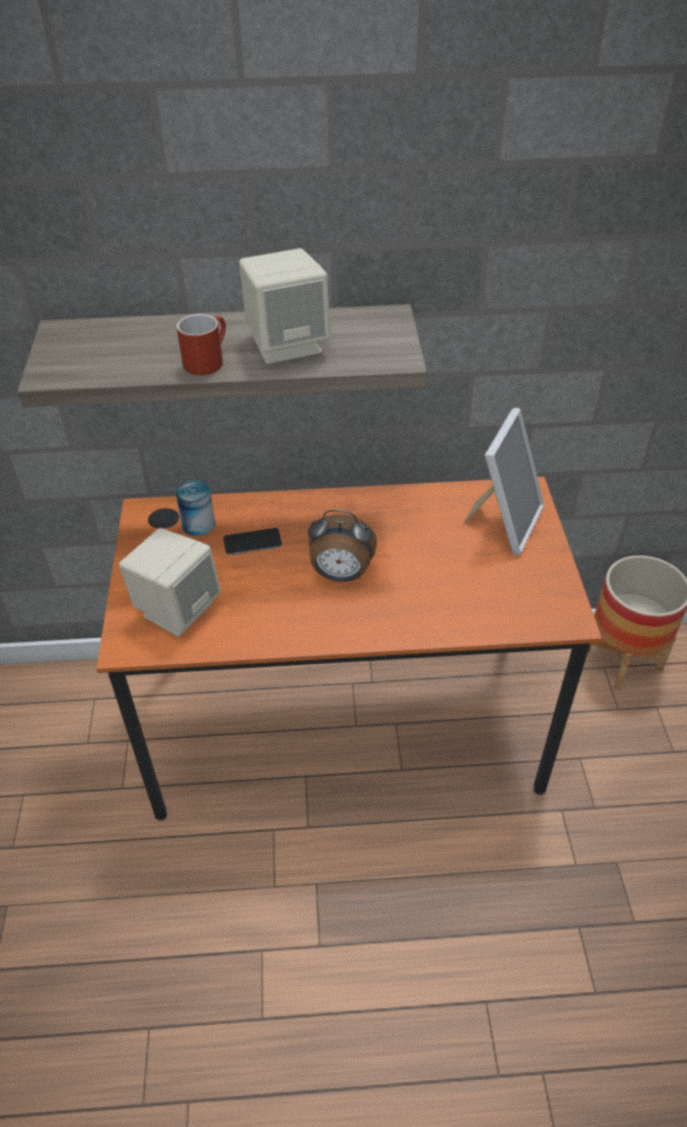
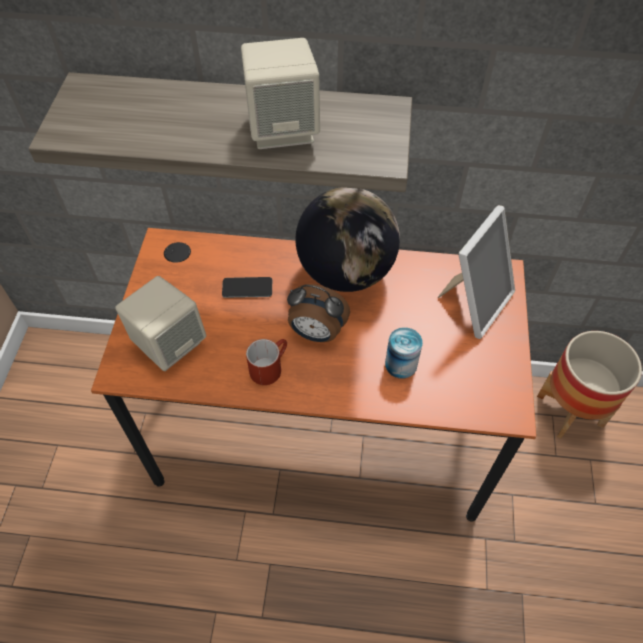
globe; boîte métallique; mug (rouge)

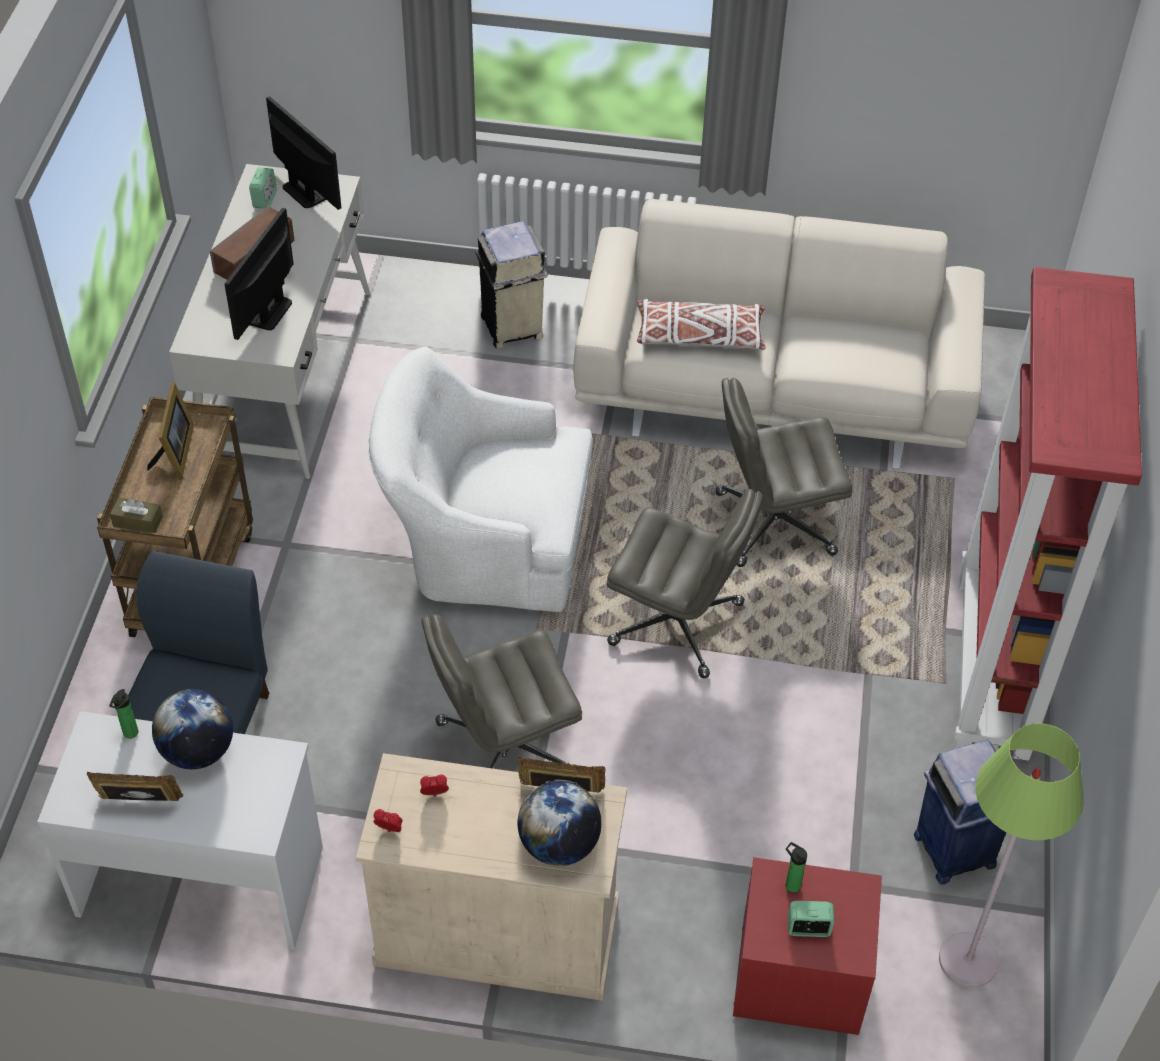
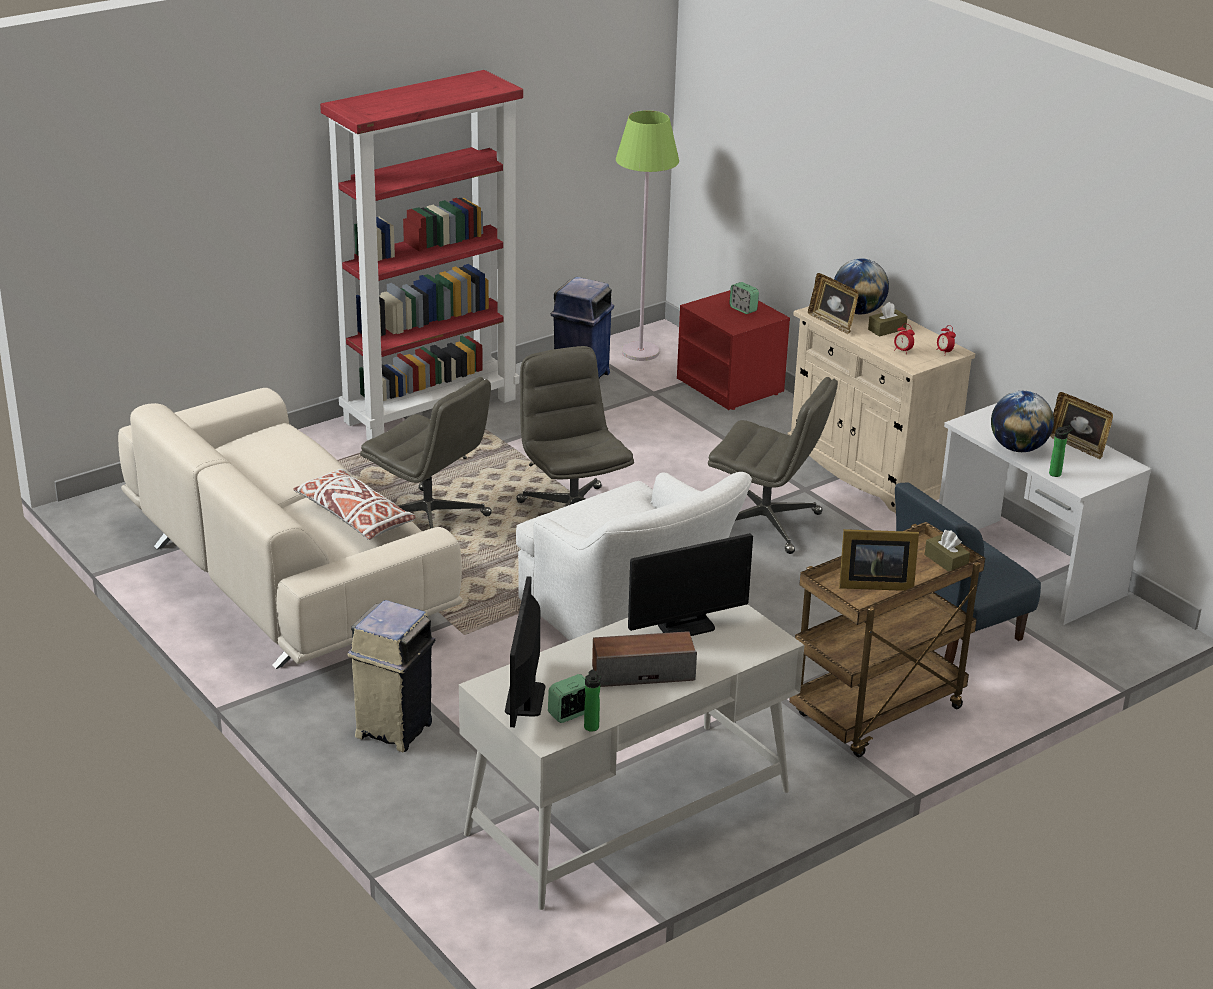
boîte à mouchoirs (marron) (no. 1 from left); bouteille (no. 1 from left); cadre photo (no. 2 from left)

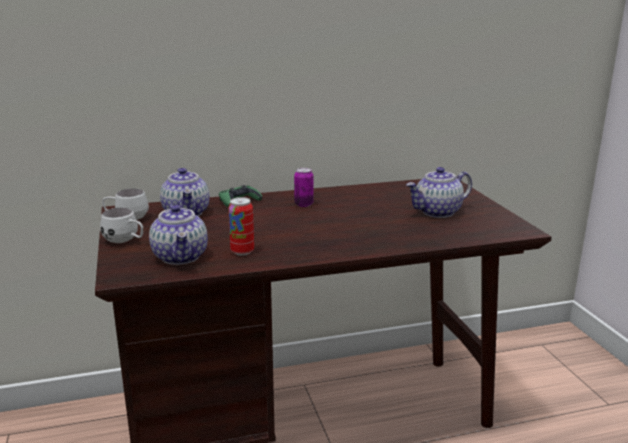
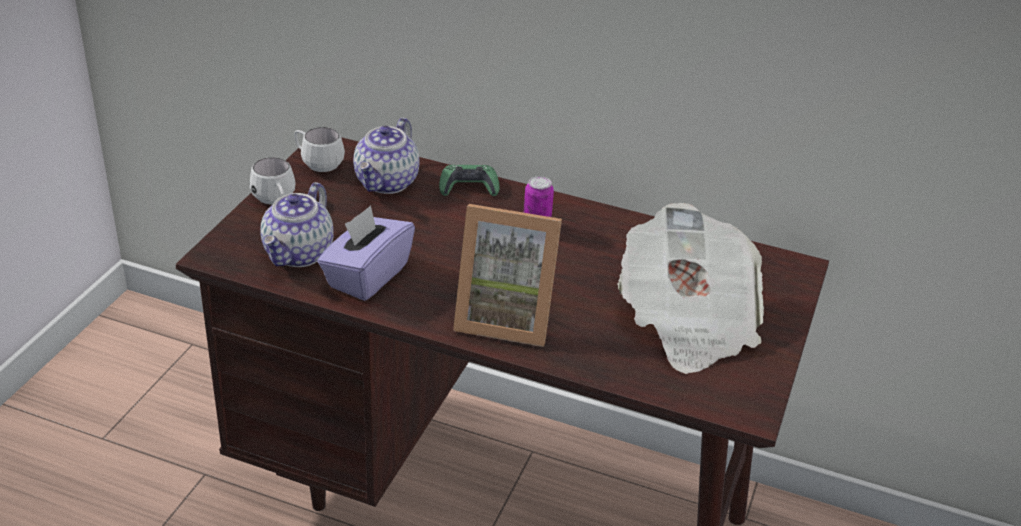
cadre photo; boîte à mouchoirs (violet); journal

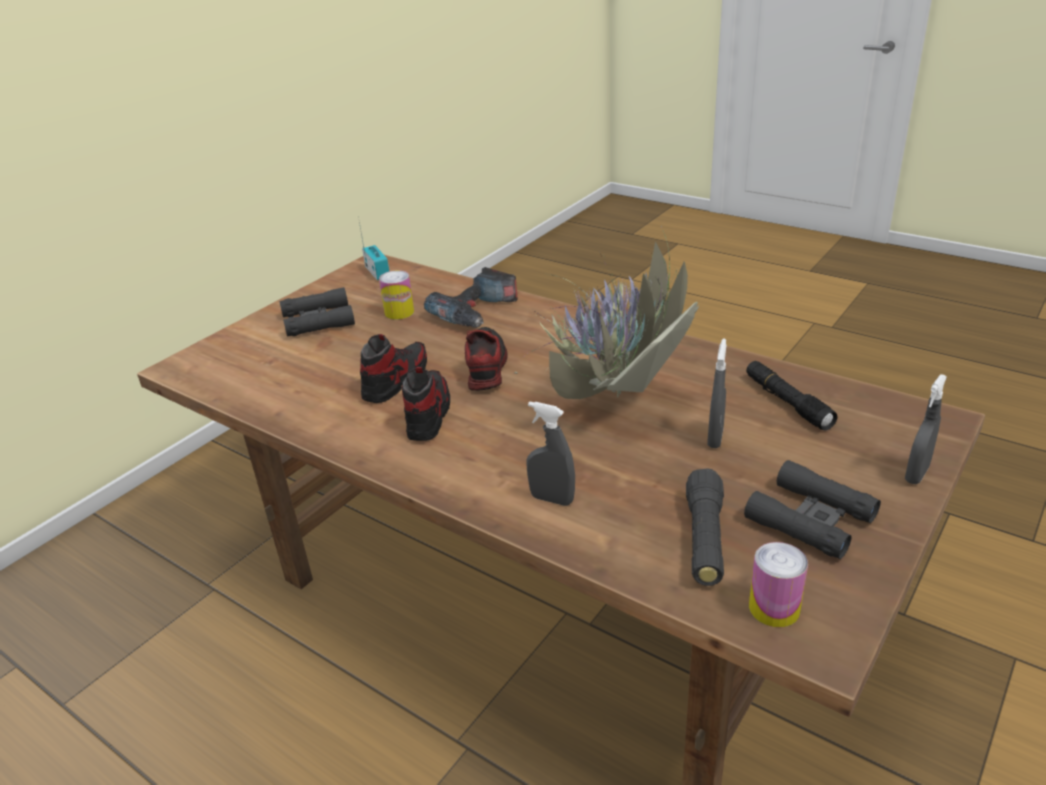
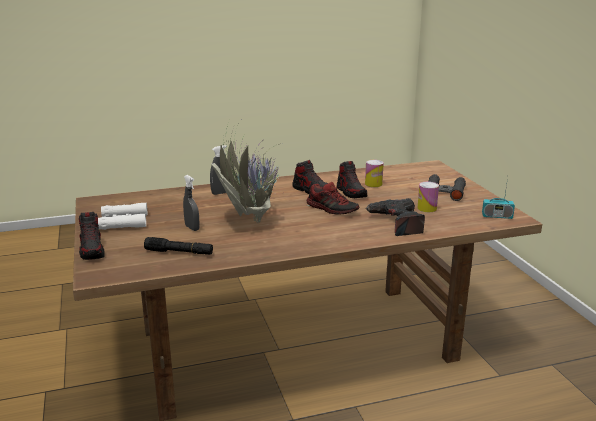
lampe de poche (noir) (no. 1 from left in the first image); boîte métallique (no. 1 from left); chaussure (no. 1 from left); jumelles (blanc)

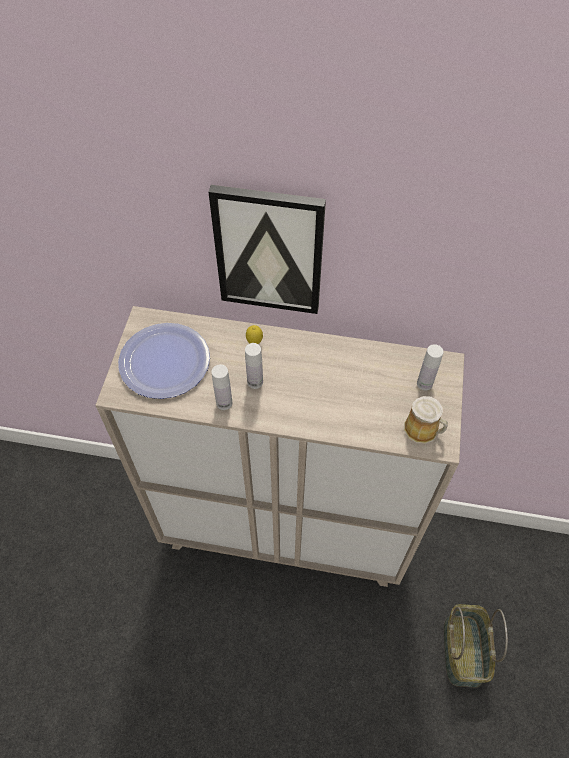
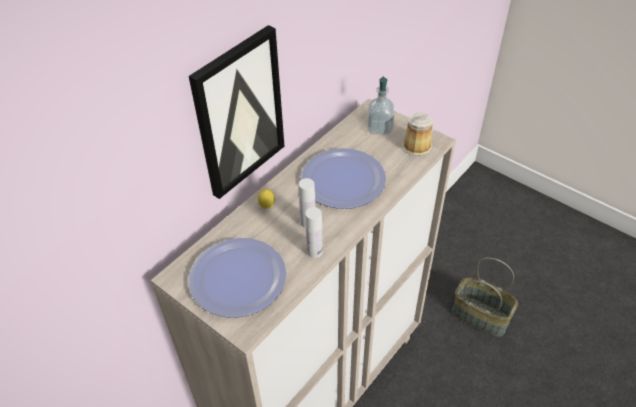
assiette (no. 2 from left); distributeur de savon

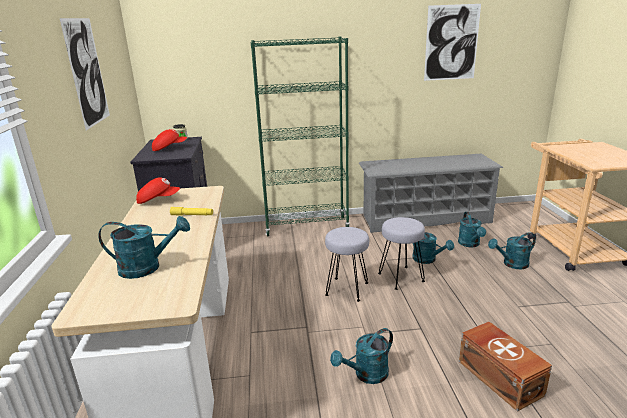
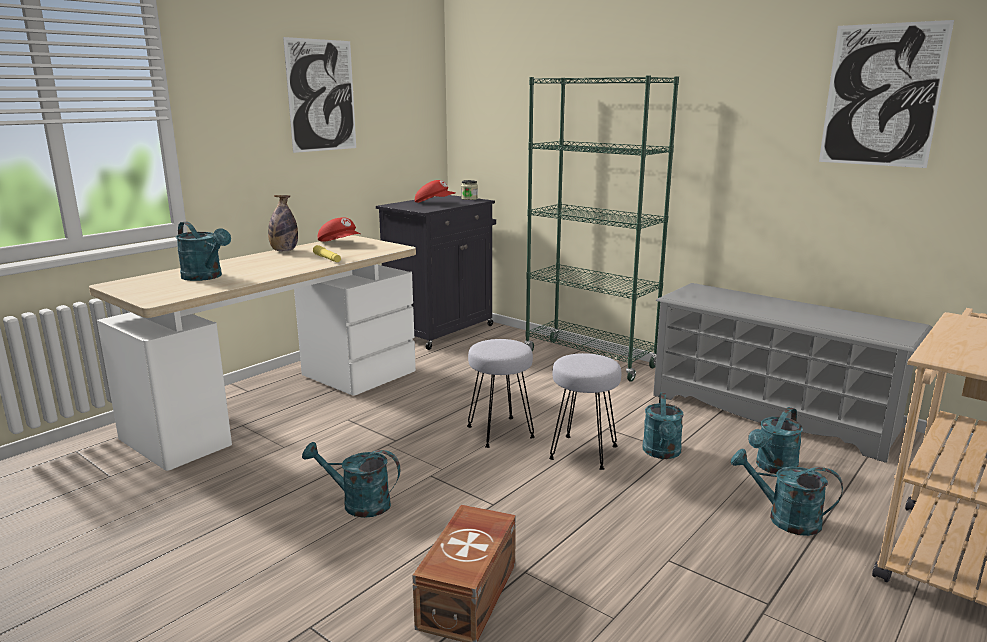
bouteille

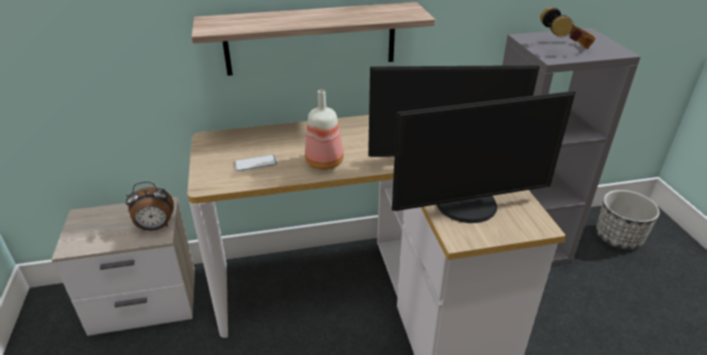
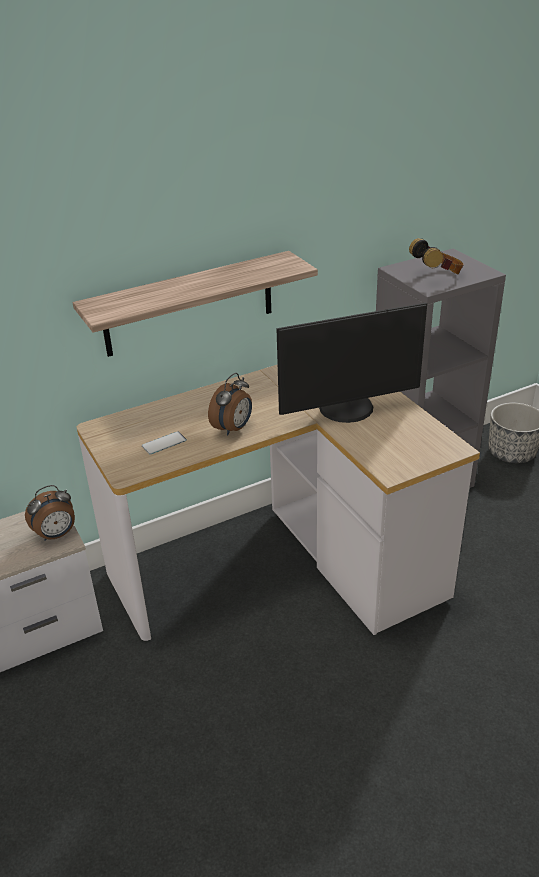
écran d'ordinateur (no. 2 from left in the first image); réveil (no. 2 from left)

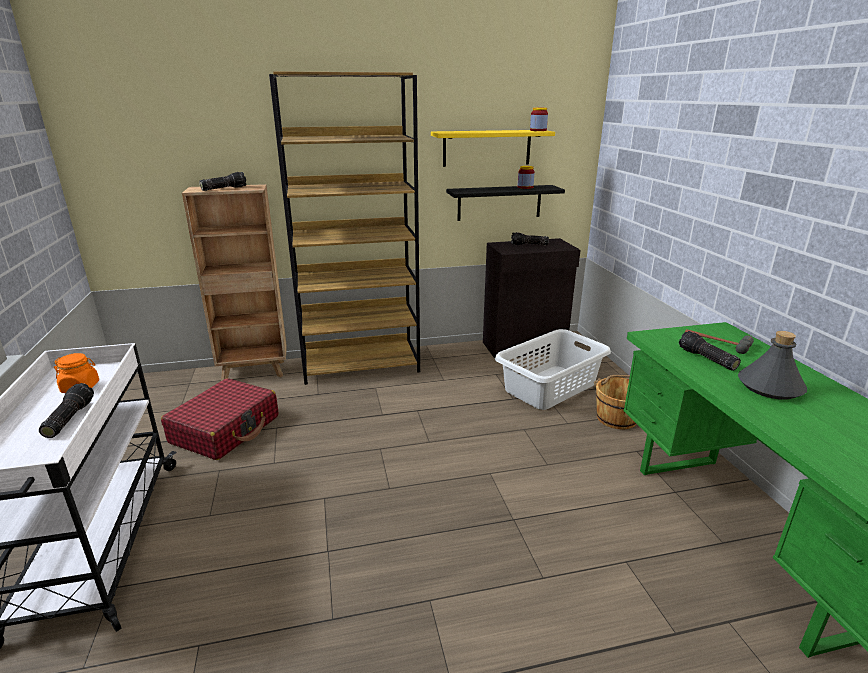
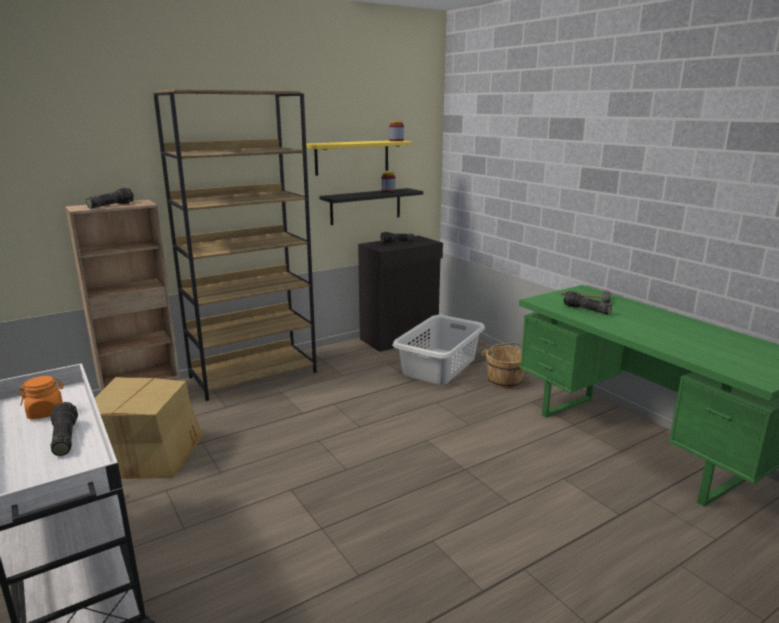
bouteille (gris); carton

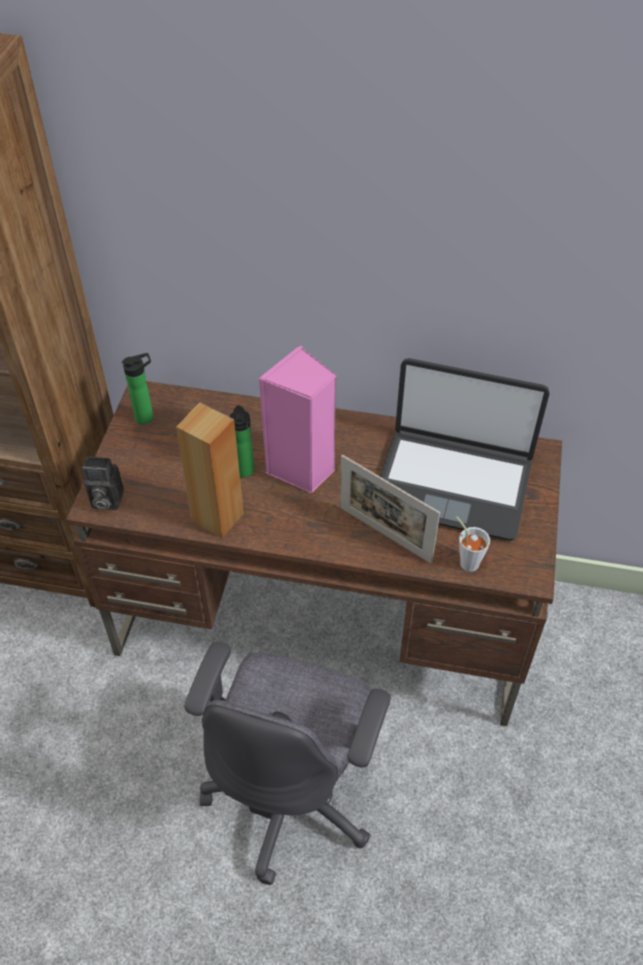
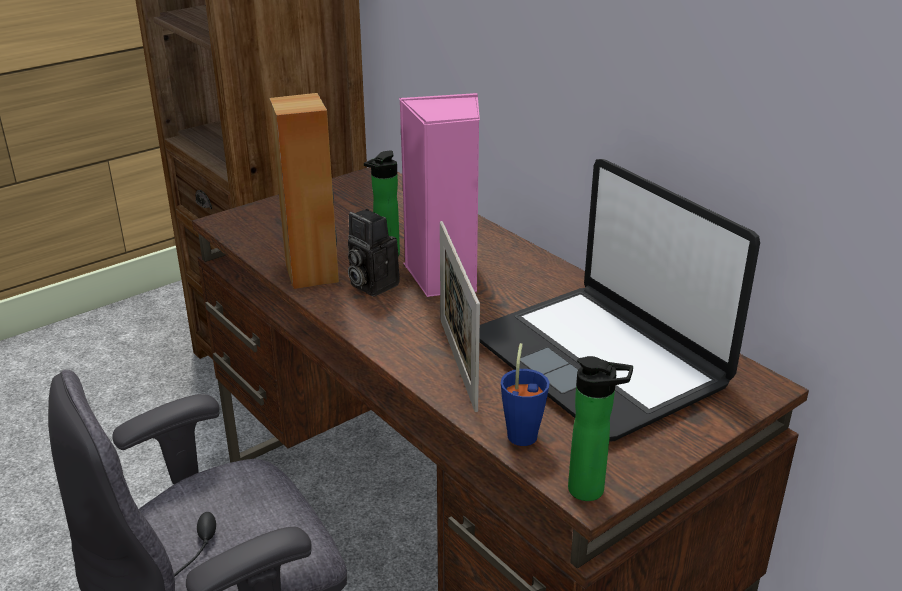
appareil photo; bouteille (no. 2 from left); tasse (bleu)

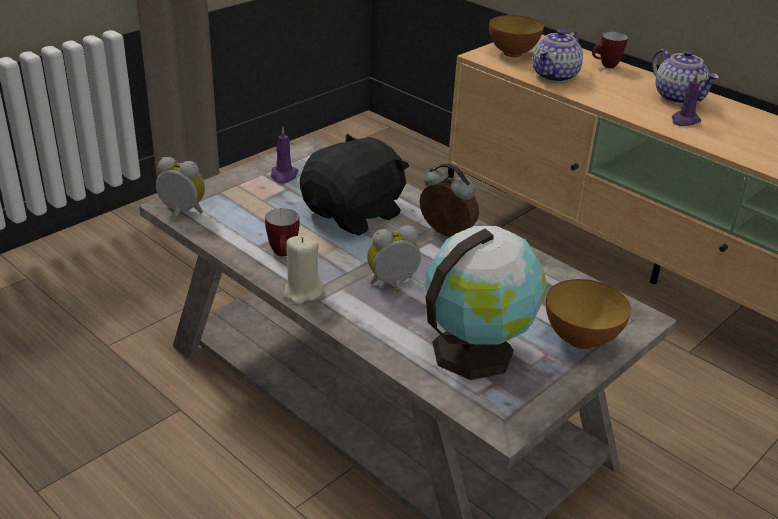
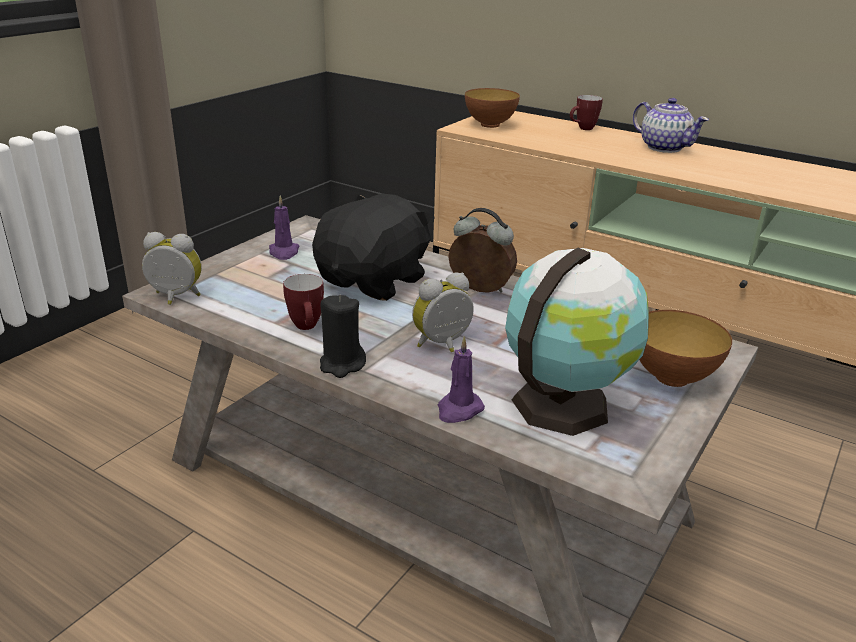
théière (no. 1 from left in the first image); bougie (violet) (no. 2 from left); bougie (noir)

